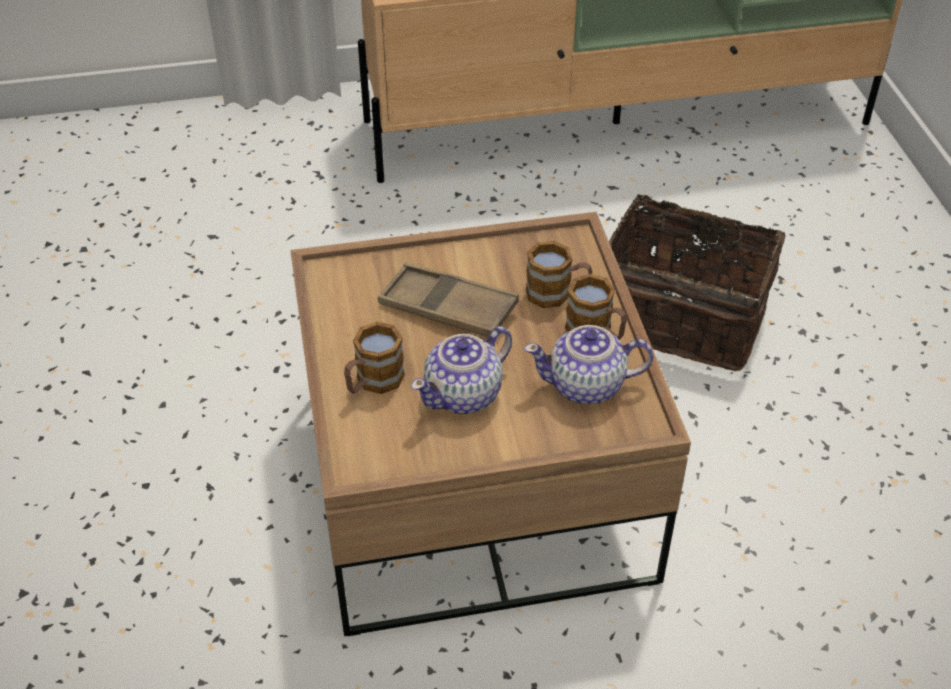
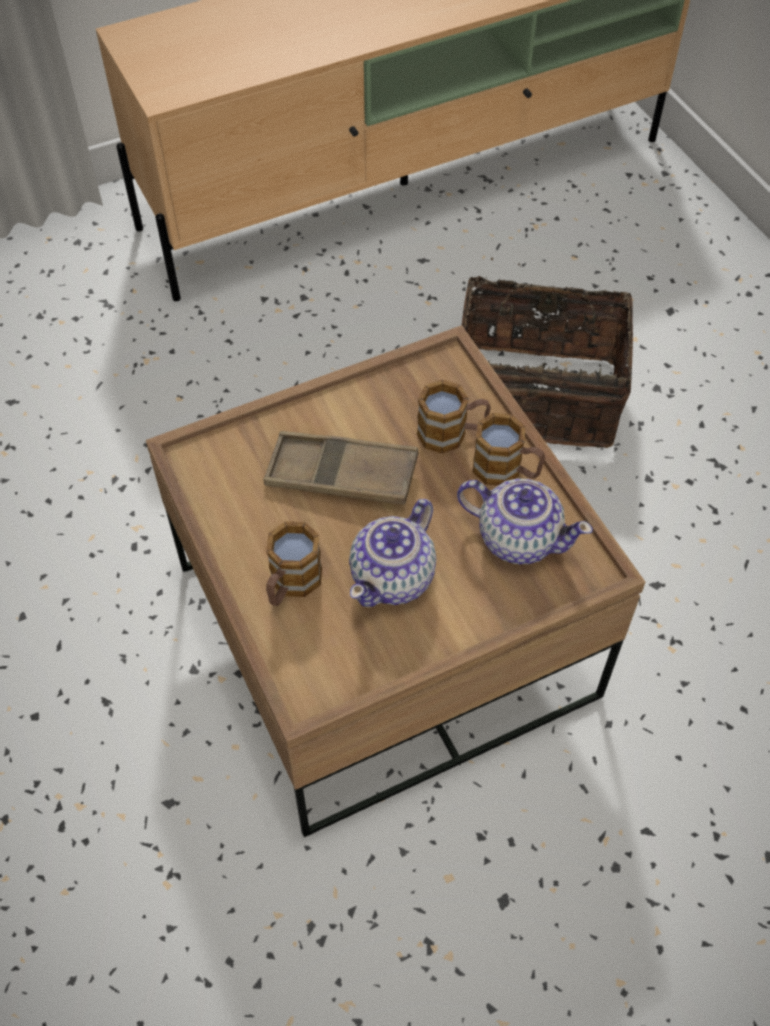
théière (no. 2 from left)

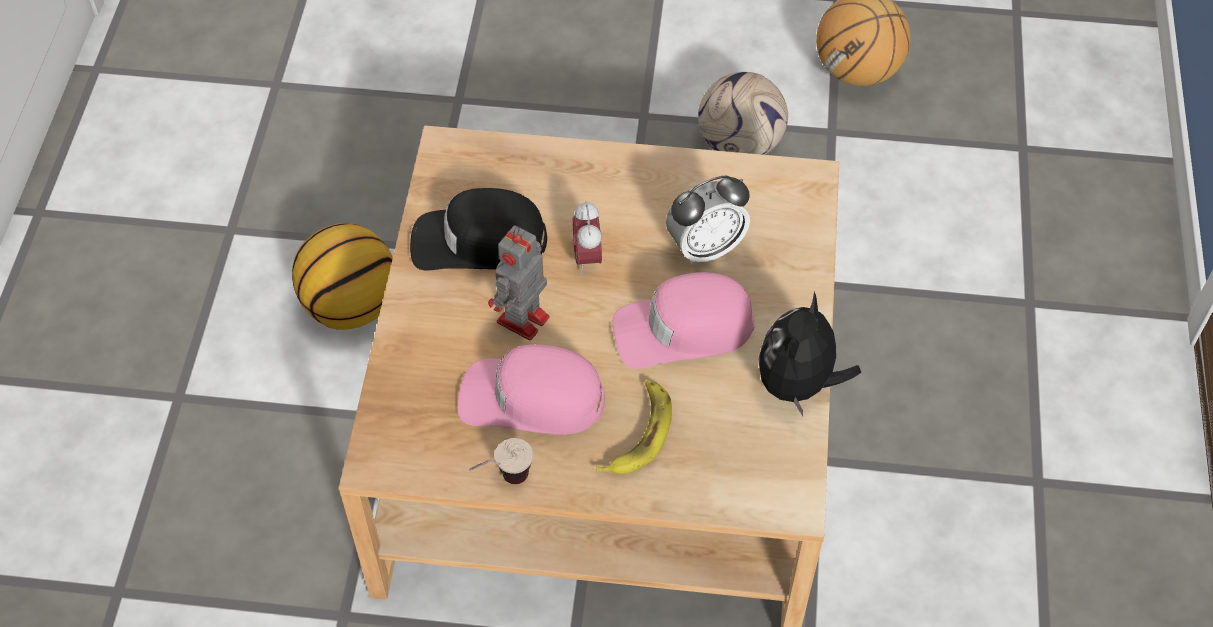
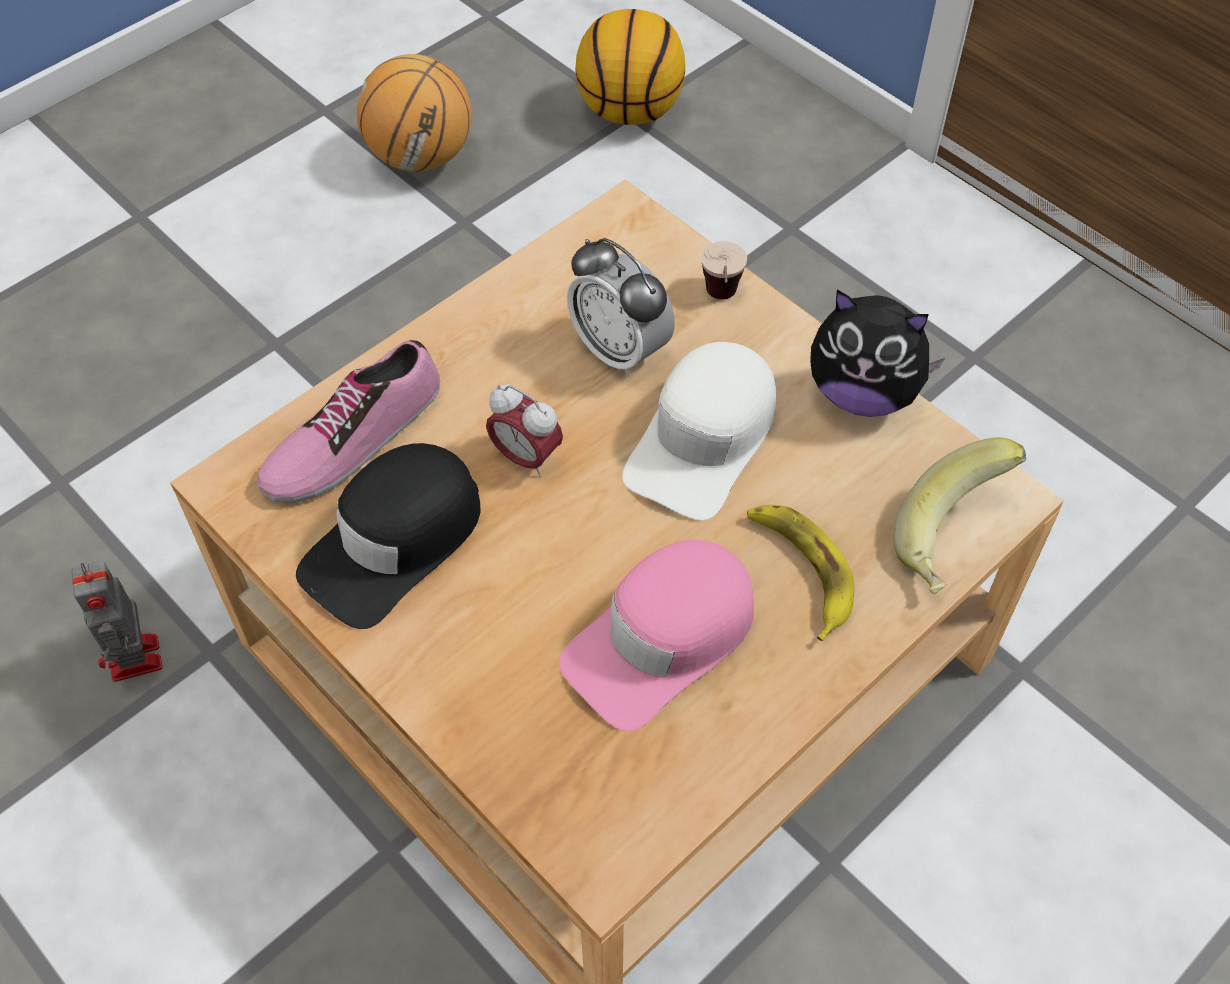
ballon de foot; chaussure; banane (no. 2 from left); ballon de basket (no. 2 from left); tasse; robot jouet; casquette (blanc); réveil (no. 2 from left); peluche

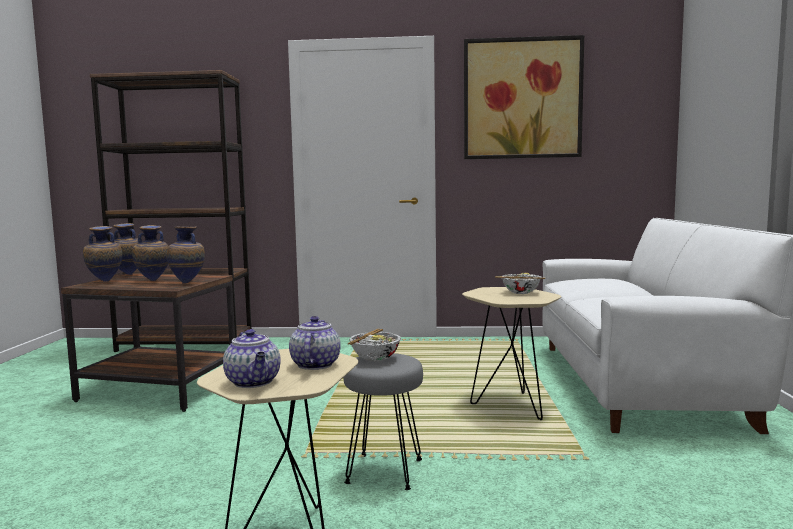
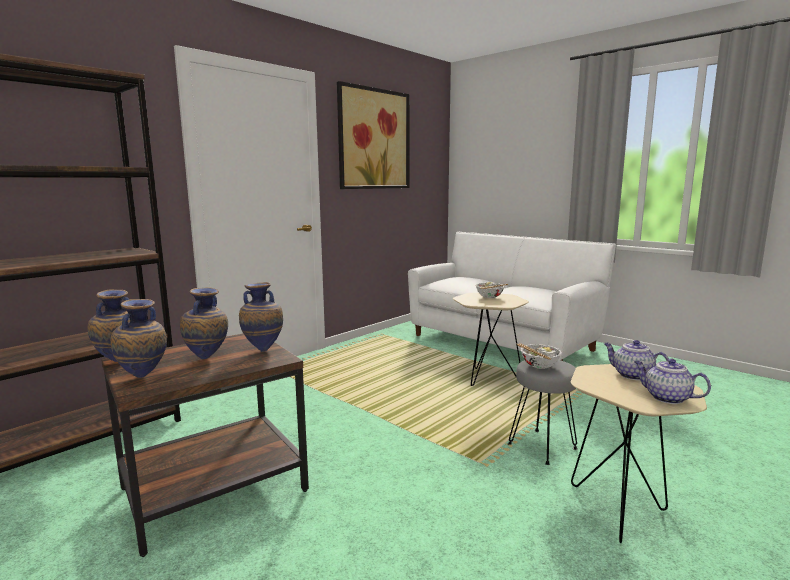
théière (no. 2 from left)

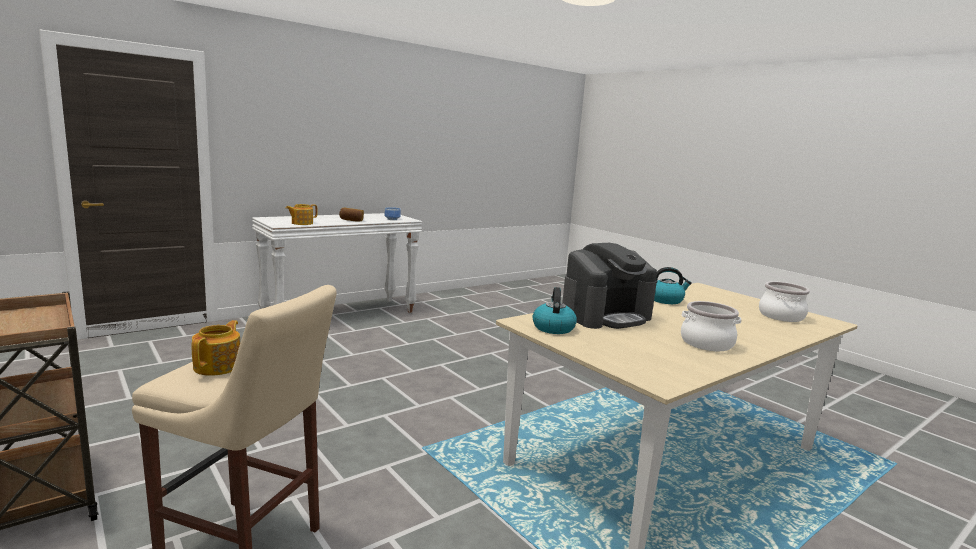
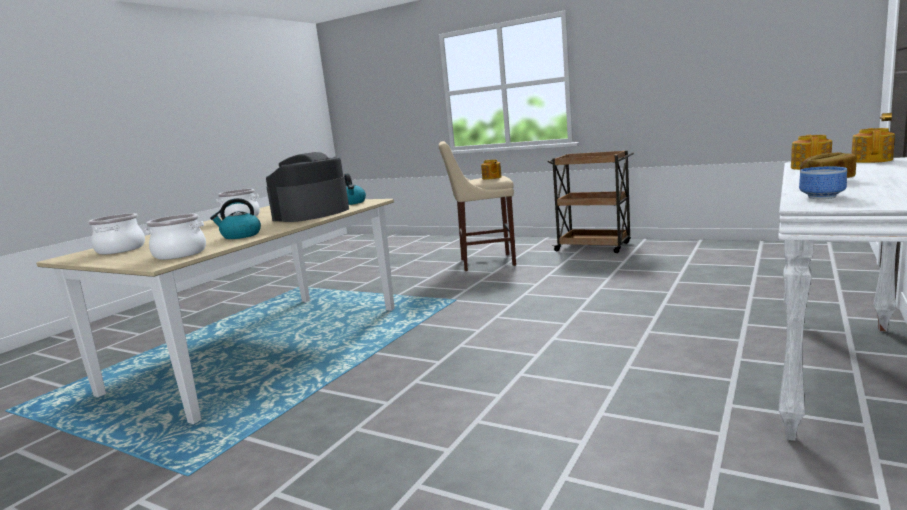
marmite (no. 2 from left); théière (no. 3 from left)

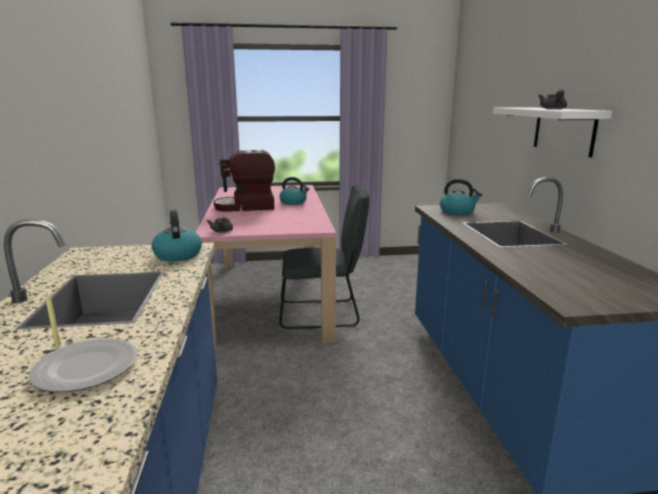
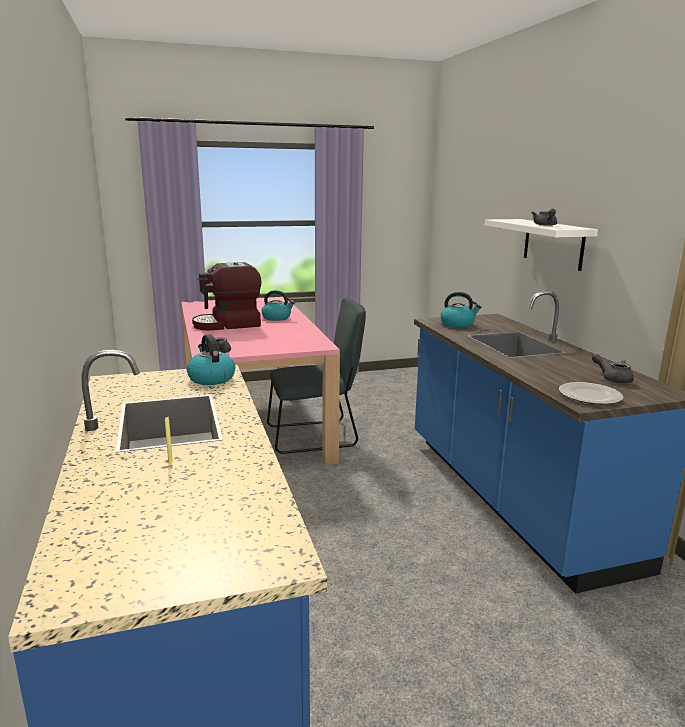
théière (gris) (no. 3 from left); assiette

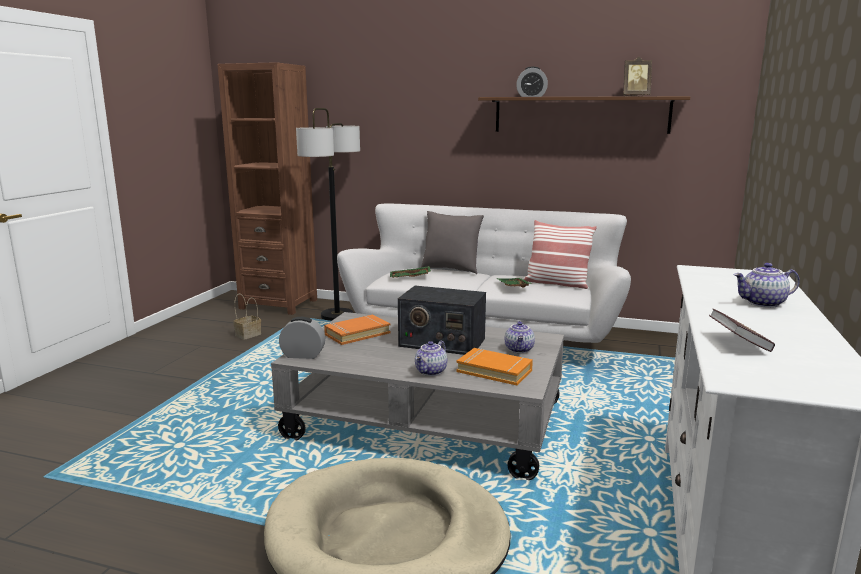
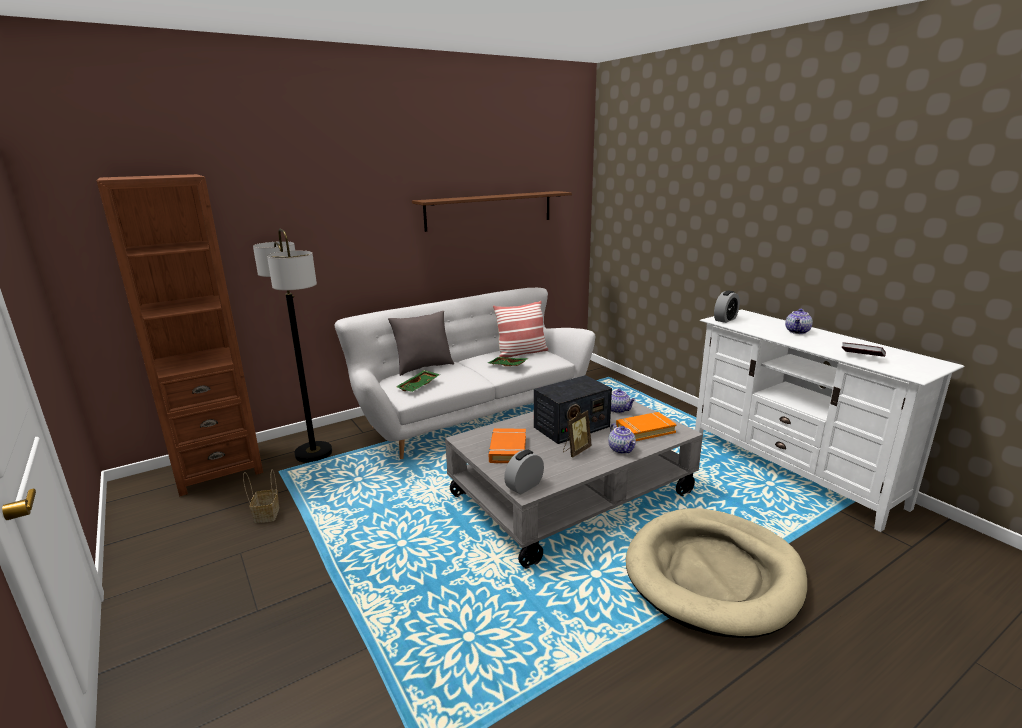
réveil (no. 2 from left); cadre photo

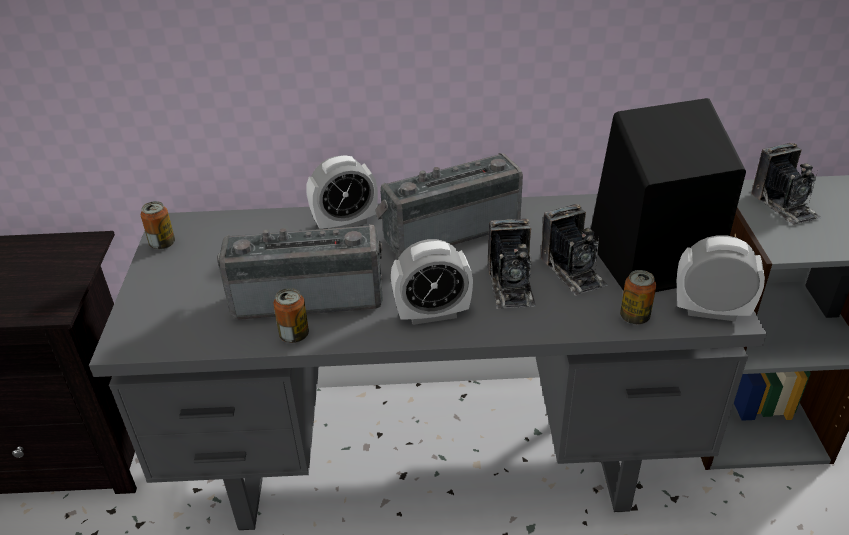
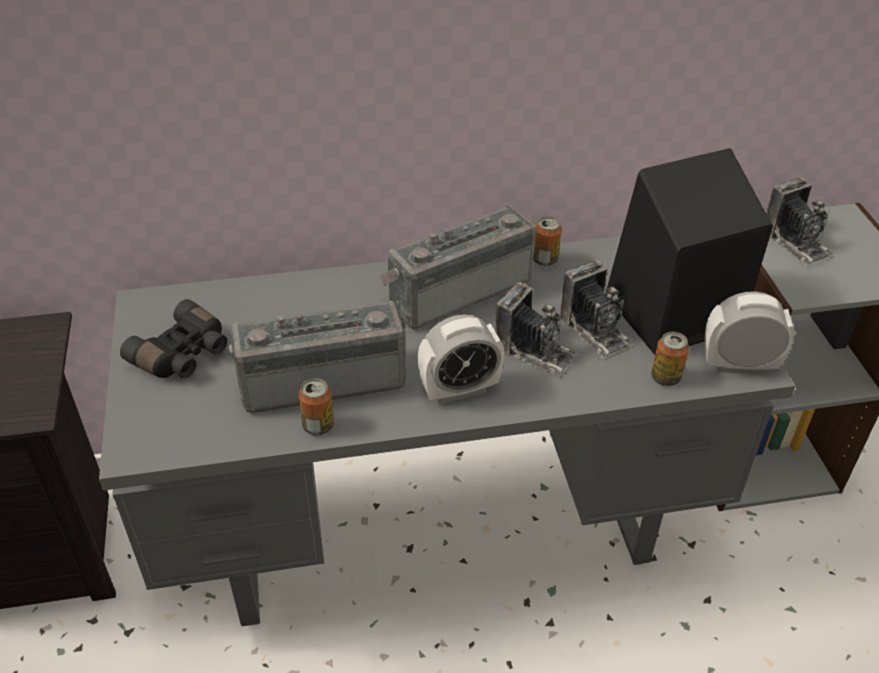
réveil (no. 1 from left in the first image); jumelles (noir); boîte métallique (no. 2 from left); appareil photo (no. 1 from left)

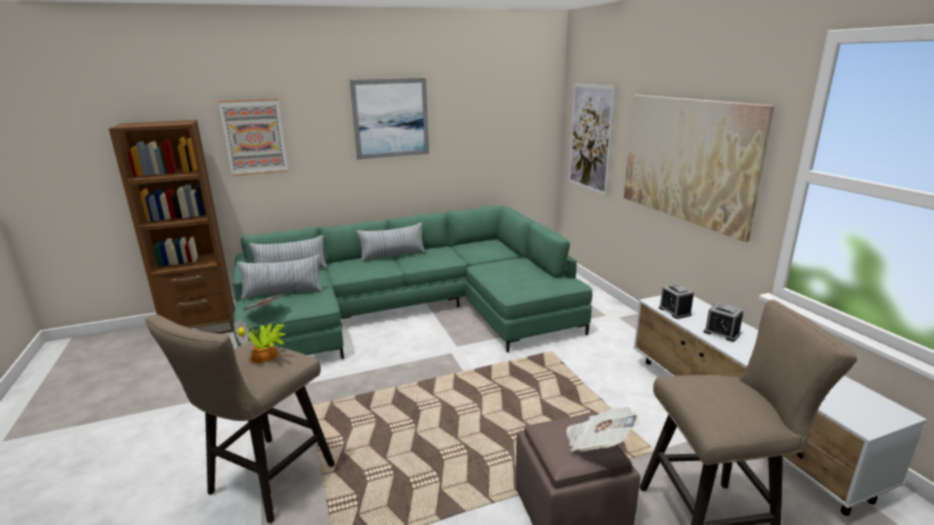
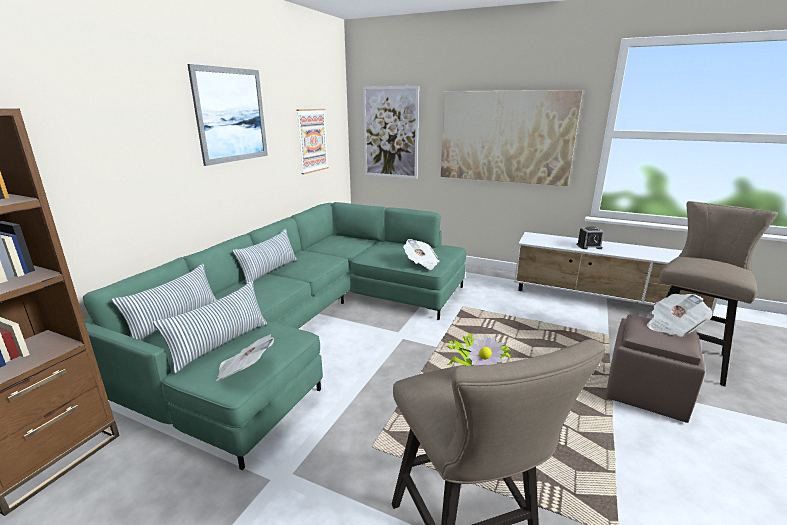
réveil (no. 1 from left in the first image); journal (no. 2 from left); tableau (no. 2 from left)

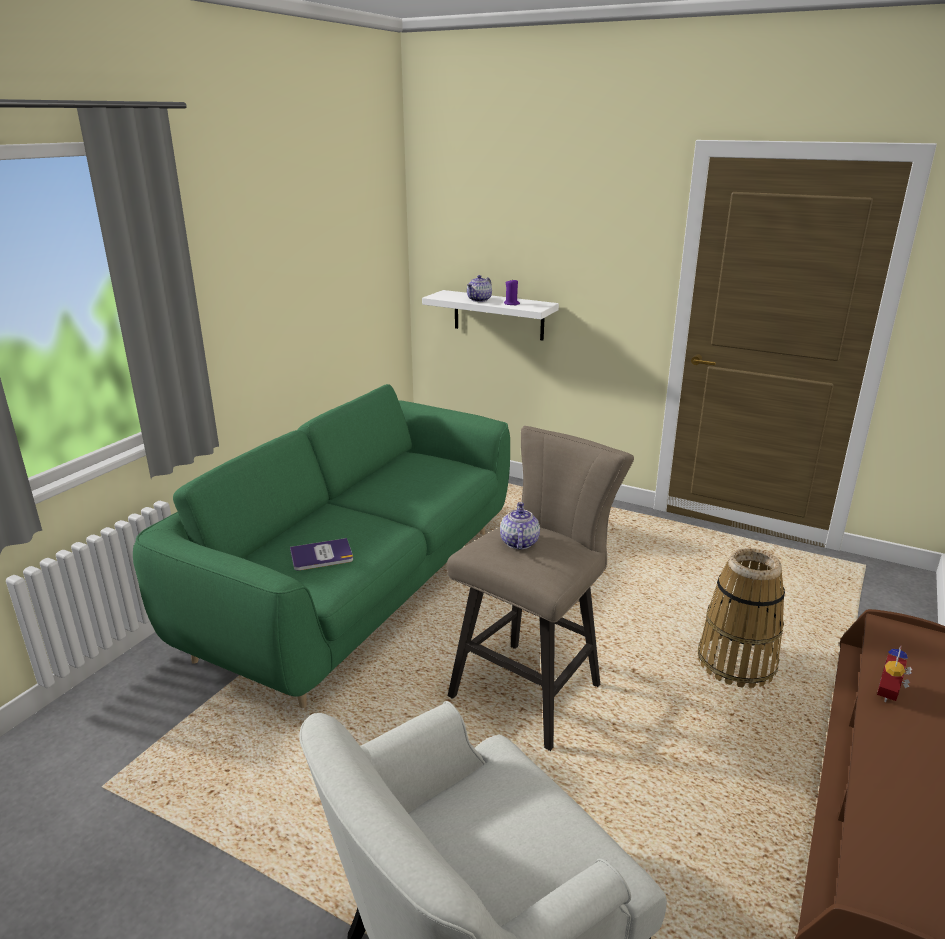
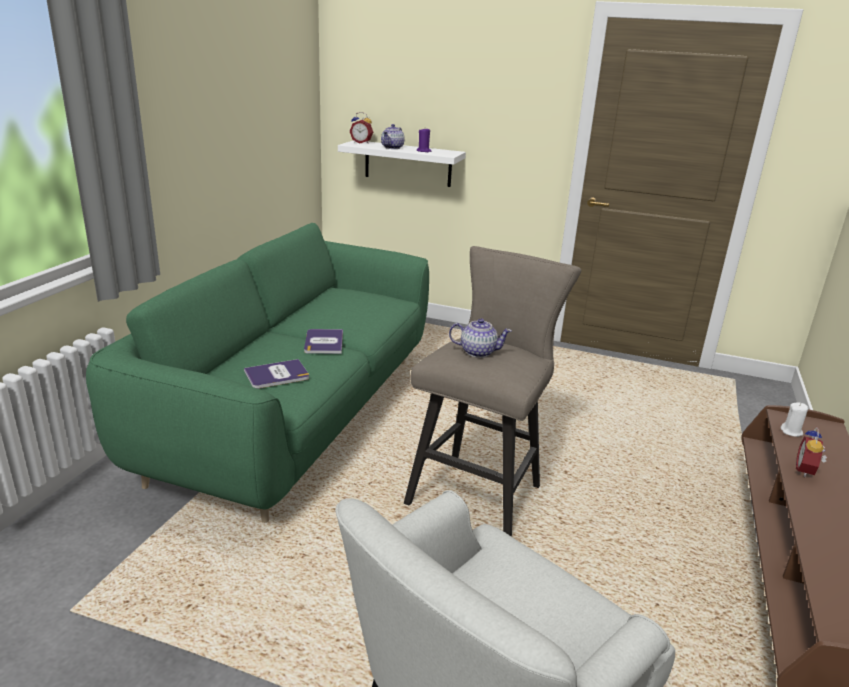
panier; livre (no. 2 from left); réveil (no. 1 from left); bougie (blanc); théière (no. 2 from left)

